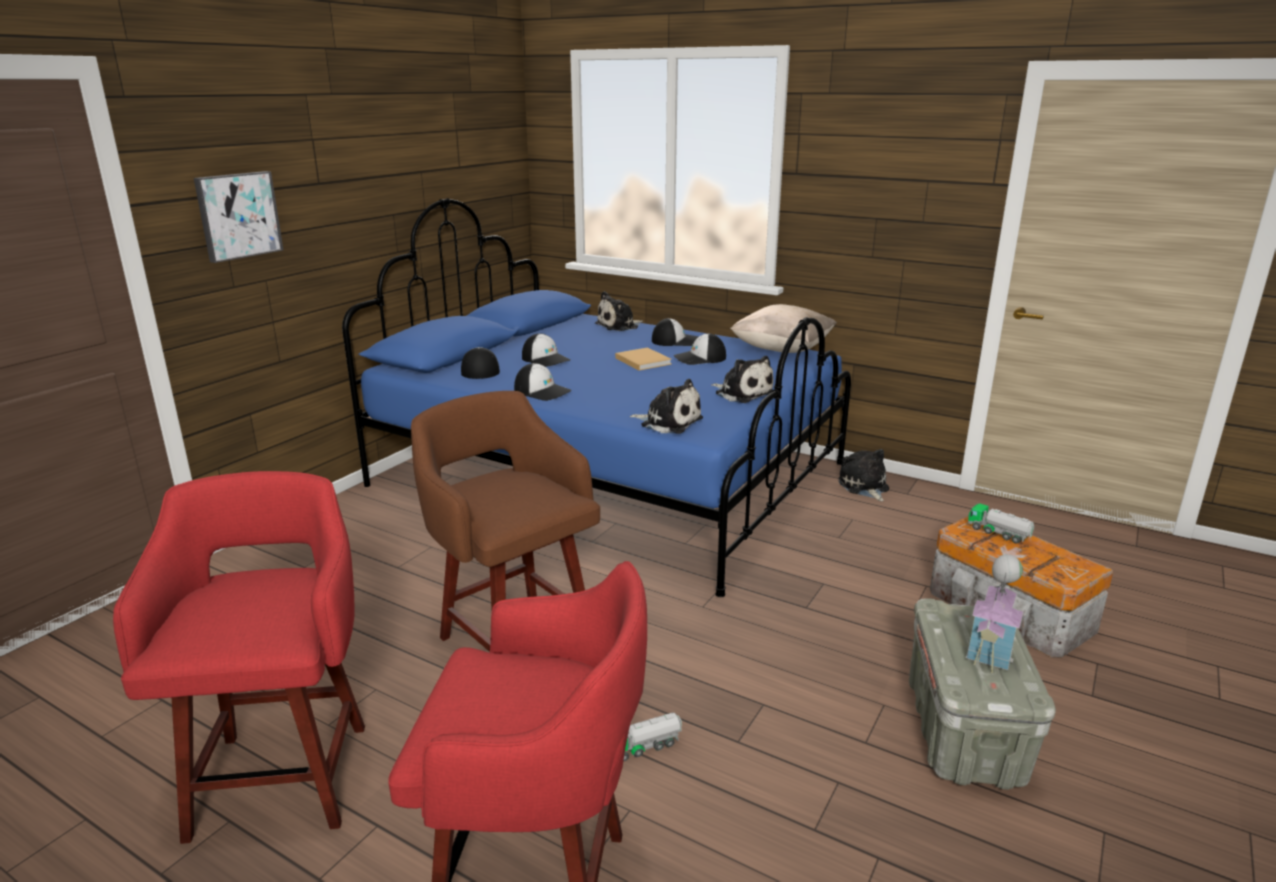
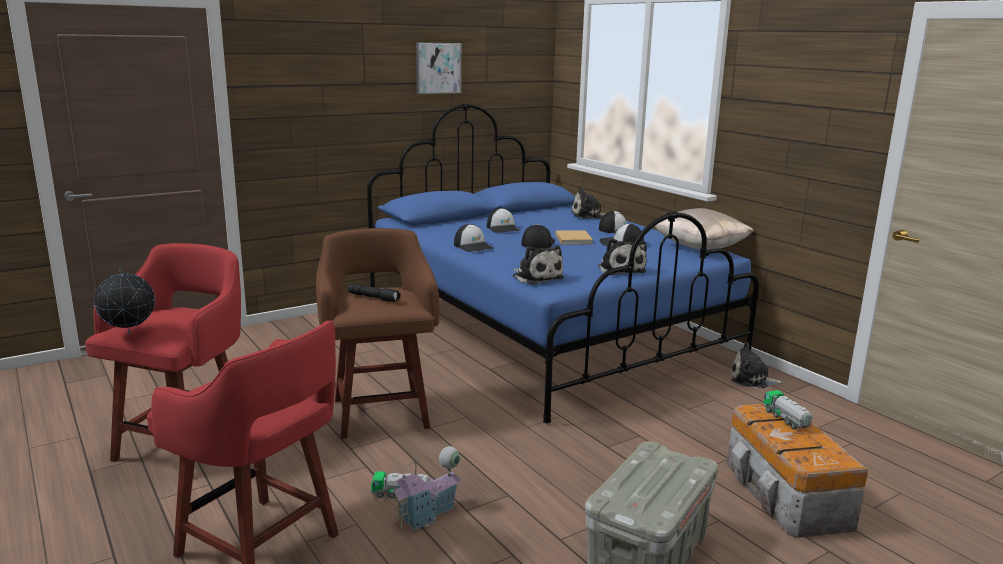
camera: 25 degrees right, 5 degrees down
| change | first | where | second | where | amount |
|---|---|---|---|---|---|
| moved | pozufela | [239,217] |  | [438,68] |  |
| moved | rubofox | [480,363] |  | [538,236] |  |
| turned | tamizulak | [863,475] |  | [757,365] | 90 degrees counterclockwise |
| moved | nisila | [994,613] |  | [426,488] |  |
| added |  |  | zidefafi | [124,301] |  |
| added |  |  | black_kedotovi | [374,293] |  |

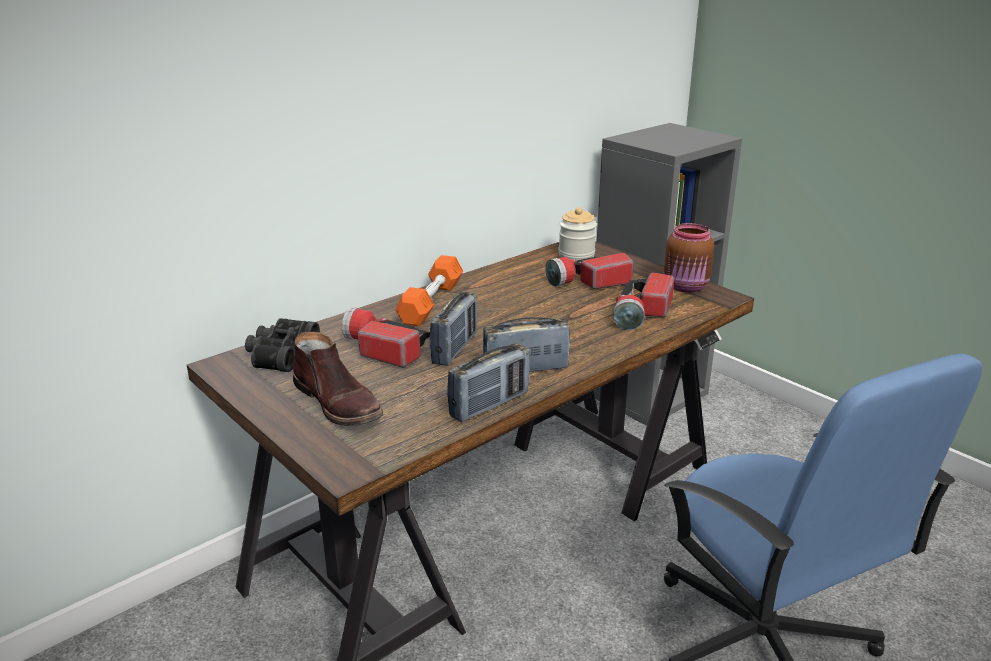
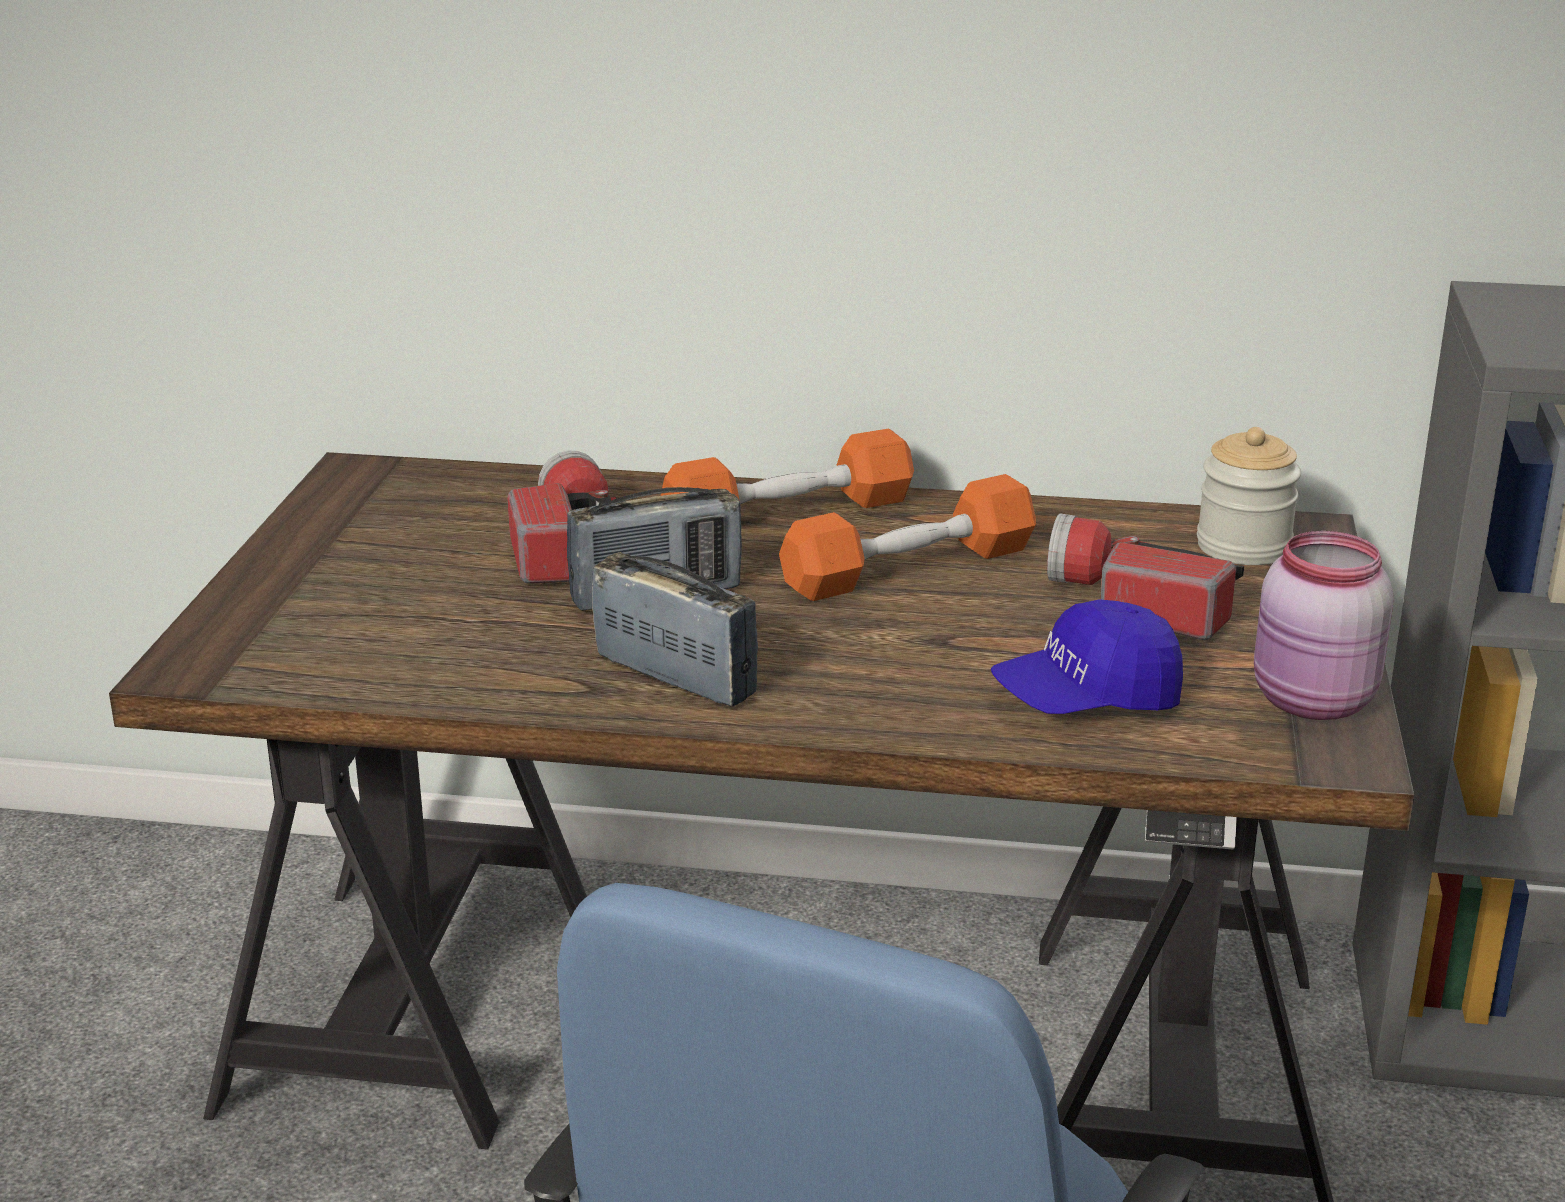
camera: 50 degrees right, 0 degrees up
| change | first | where | second | where | amount |
|---|---|---|---|---|---|
| removed | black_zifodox | [282,345] |  |  |  |
| removed | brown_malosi | [338,379] |  |  |  |
| removed | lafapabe | [488,382] |  |  |  |
| replaced | kedotovi | [643,301] | blue_rubofox | [1087,656] |  |
| recoloured | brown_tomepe | [689,258] | pink_tomepe | [1324,625] |  |
| added |  |  | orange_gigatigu | [907,537] |  |

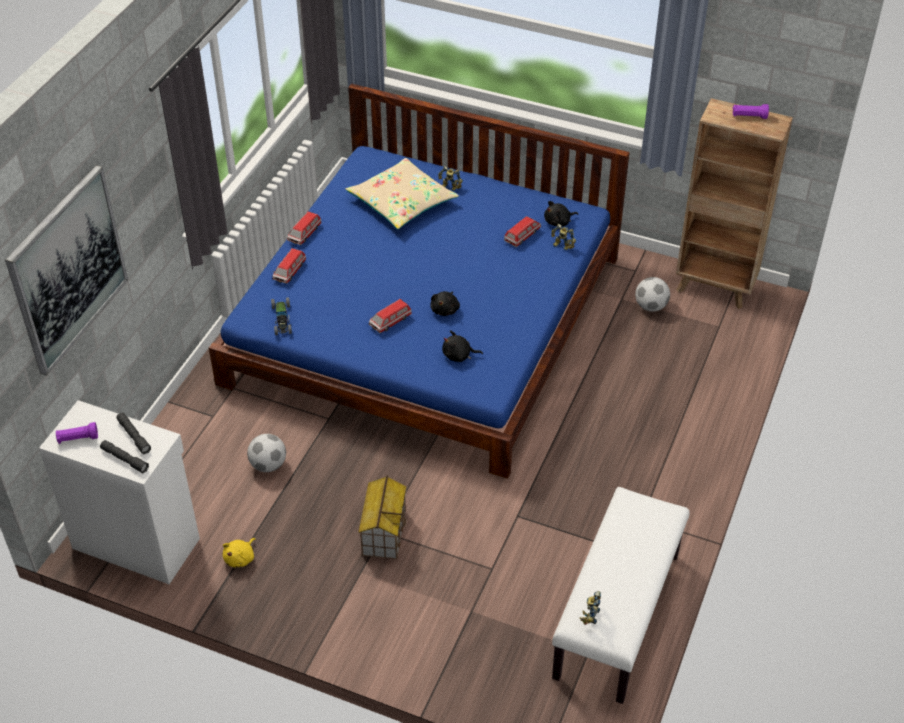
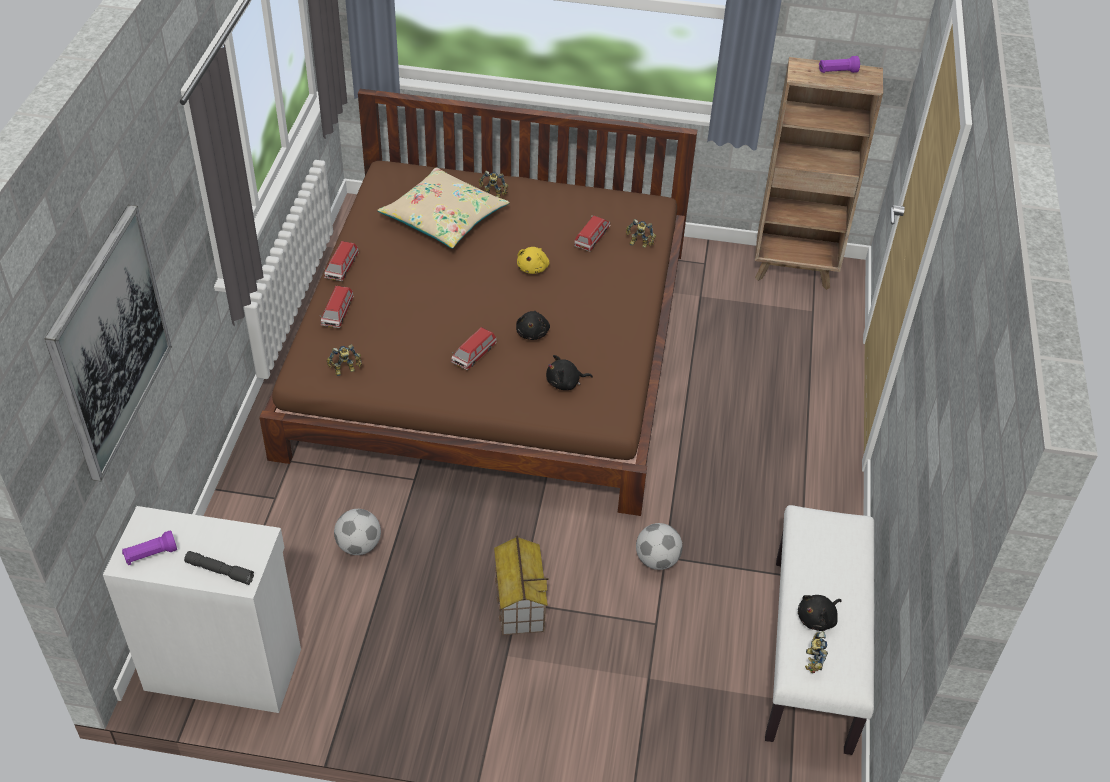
camera: 15 degrees left, 0 degrees up
| change | first | where | second | where | amount |
|---|---|---|---|---|---|
| removed | grey_kedotovi | [133,433] |  |  |  |
| recoloured | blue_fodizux | [419,281] | brown_fodizux | [478,302] |  |
| moved | yellow_tamizulak | [239,552] |  | [533,260] |  |
| replaced | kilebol | [281,316] | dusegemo | [344,360] |  |
| moved | black_tamizulak | [561,214] |  | [820,613] |  |
| moved | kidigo | [652,294] |  | [659,546] |  |

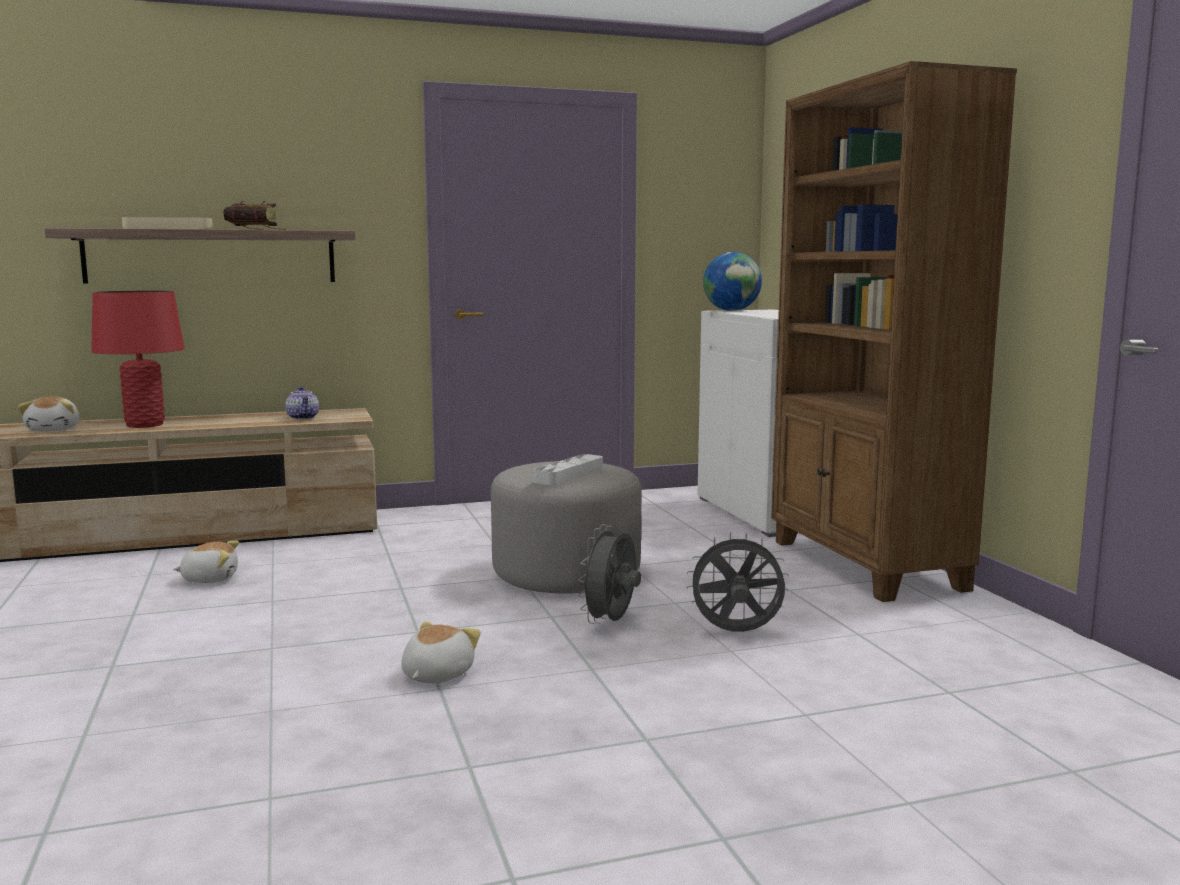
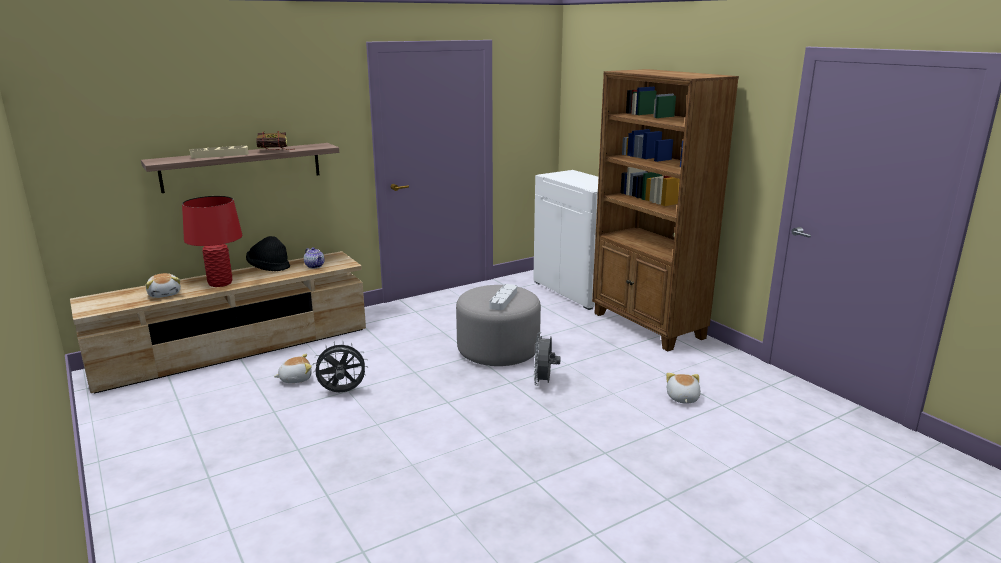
camera: 15 degrees left, 10 degrees up
| change | first | where | second | where | amount |
|---|---|---|---|---|---|
| moved | tamizulak | [441,652] |  | [683,388] |  |
| moved | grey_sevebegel | [737,582] |  | [340,366] |  |
| removed | zidefafi | [732,281] |  |  |  |
| added |  |  | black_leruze | [268,253] |  |

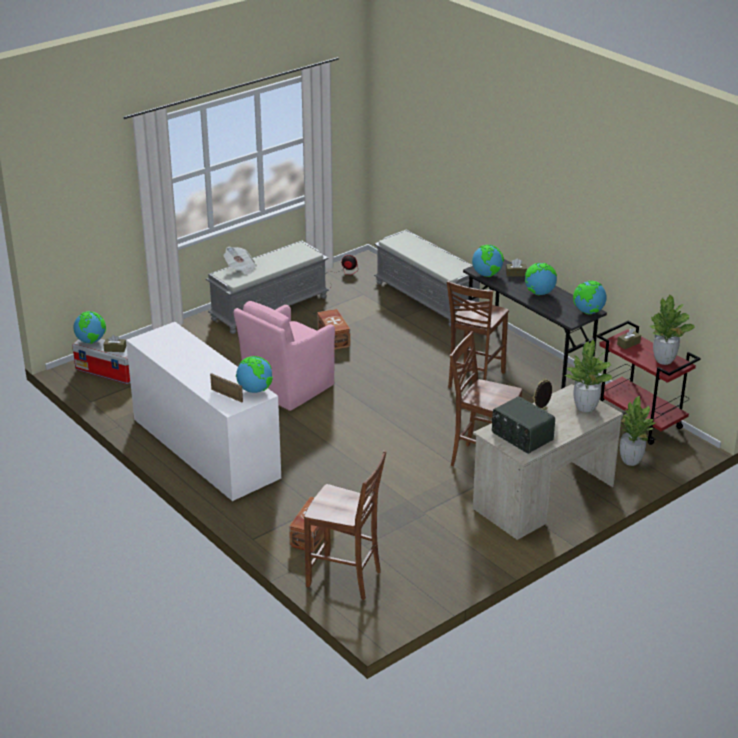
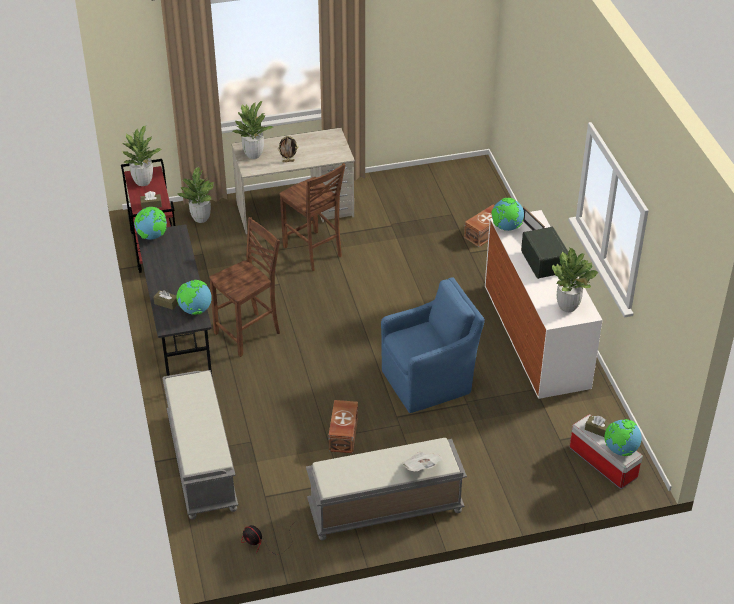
camera: 155 degrees left, 10 degrees up
| change | first | where | second | where | amount |
|---|---|---|---|---|---|
| recoloured | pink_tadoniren | [284,356] | blue_tadoniren | [433,345] |  |
| removed | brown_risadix | [345,525] |  |  |  |
| moved | lafapabe | [523,425] |  | [544,253] |  |
| removed | zidefafi | [541,279] |  |  |  |
| added |  |  | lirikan | [575,280] |  |

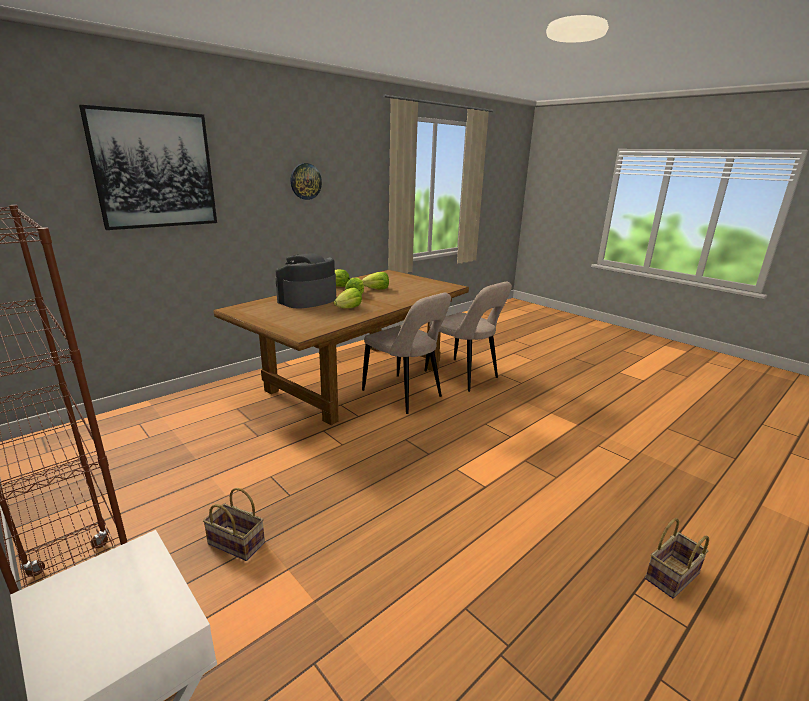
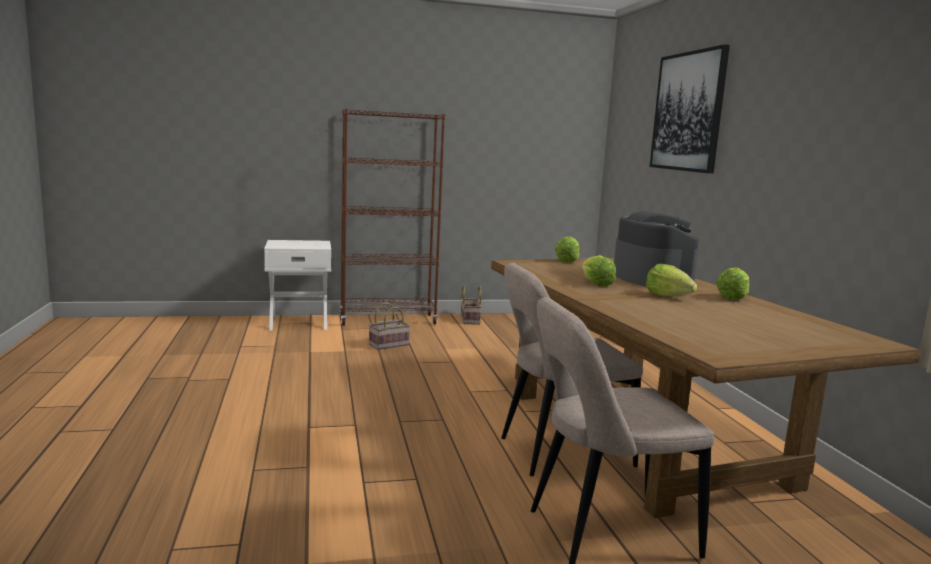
camera: 120 degrees right, 10 degrees down
| change | first | where | second | where | amount |
|---|---|---|---|---|---|
| removed | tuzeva | [306,181] |  |  |  |
| moved | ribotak | [375,280] |  | [567,249] |  |
| moved | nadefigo | [677,558] |  | [471,305] |  |

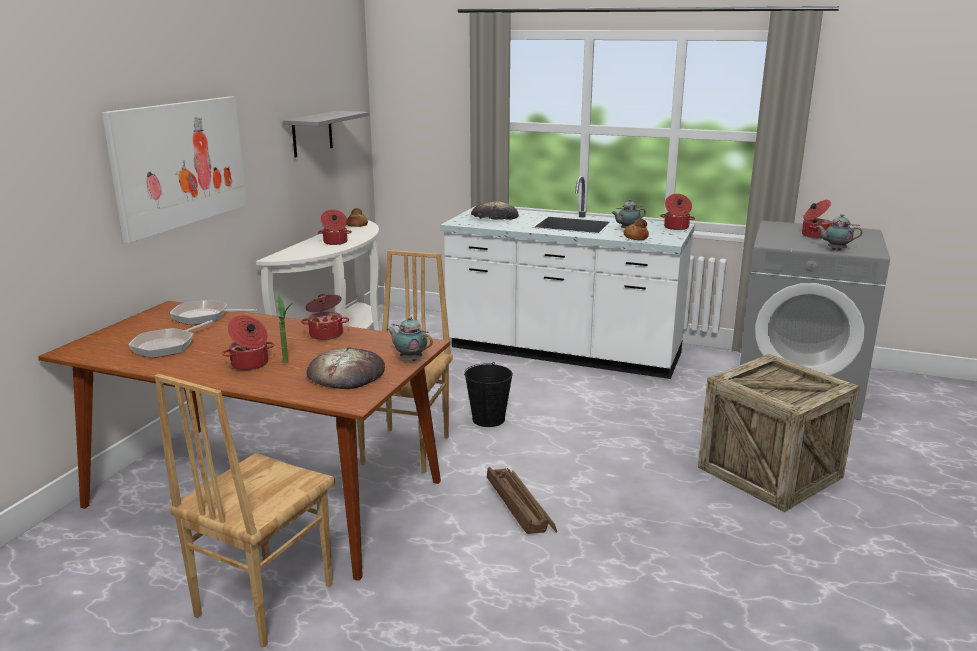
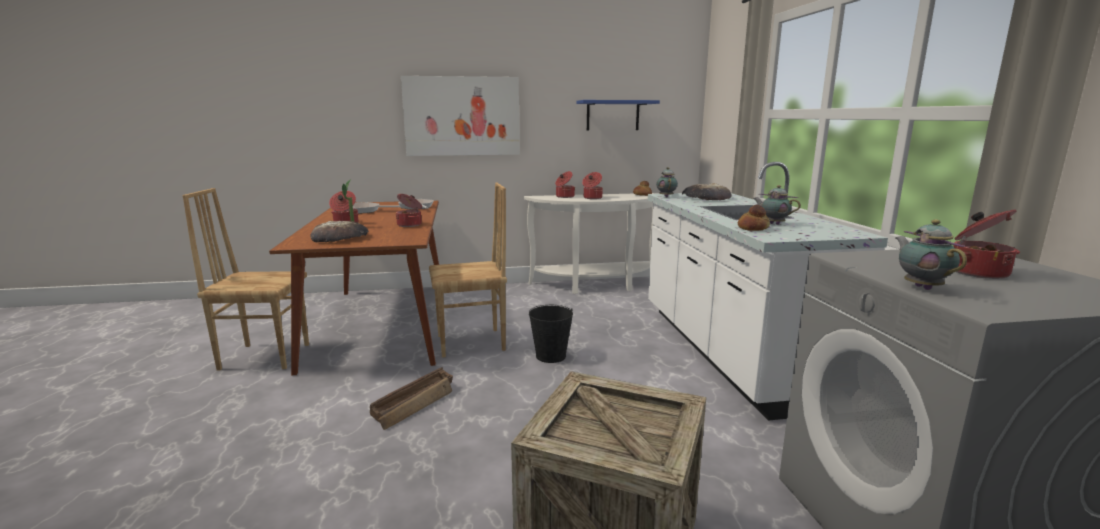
camera: 60 degrees right, 5 degrees down
| change | first | where | second | where | amount |
|---|---|---|---|---|---|
| recoloured | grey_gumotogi | [325,134] | blue_gumotogi | [618,115] |  |
| moved | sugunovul | [410,338] |  | [667,182] |  |
| moved | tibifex | [677,212] |  | [565,184] |  |

